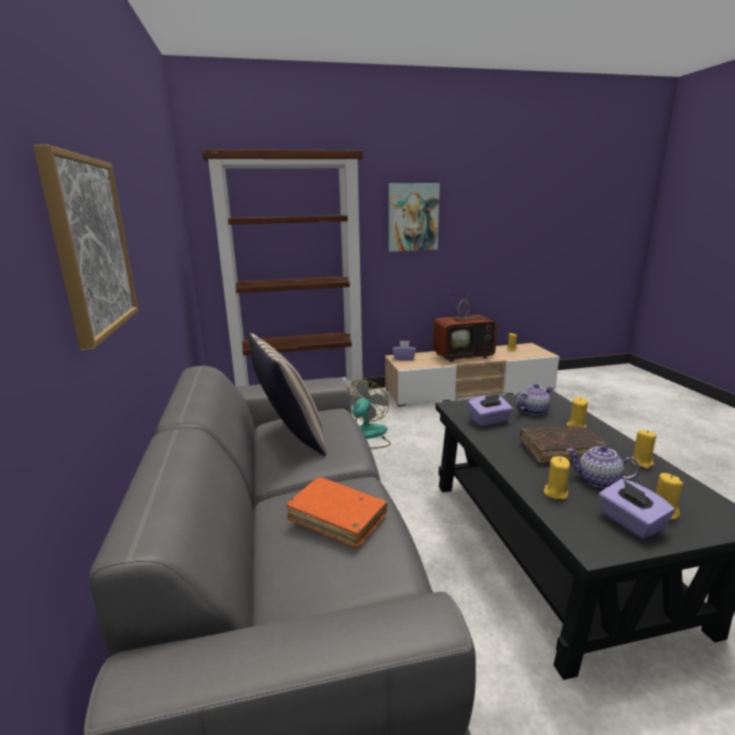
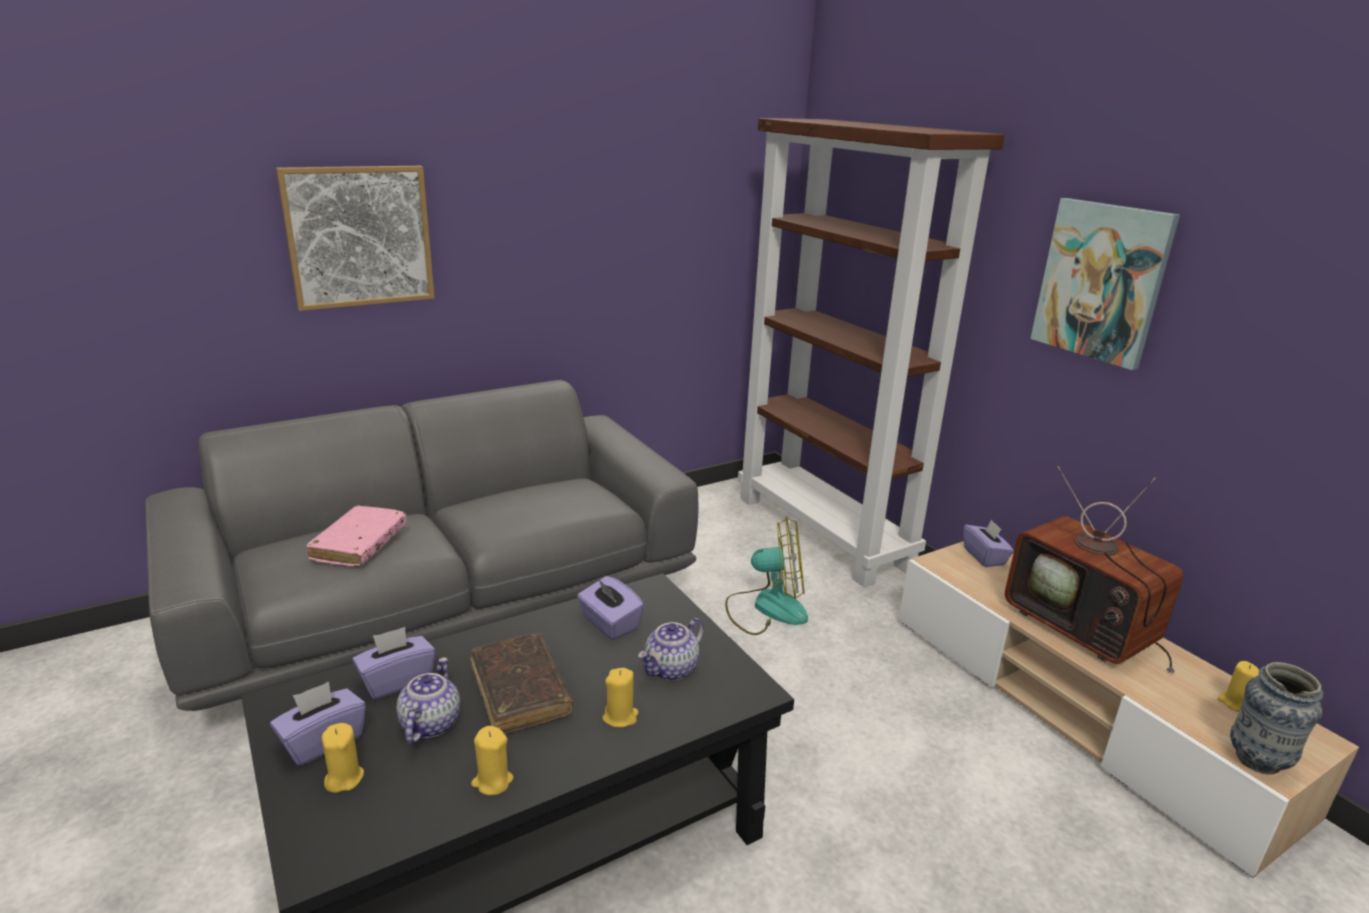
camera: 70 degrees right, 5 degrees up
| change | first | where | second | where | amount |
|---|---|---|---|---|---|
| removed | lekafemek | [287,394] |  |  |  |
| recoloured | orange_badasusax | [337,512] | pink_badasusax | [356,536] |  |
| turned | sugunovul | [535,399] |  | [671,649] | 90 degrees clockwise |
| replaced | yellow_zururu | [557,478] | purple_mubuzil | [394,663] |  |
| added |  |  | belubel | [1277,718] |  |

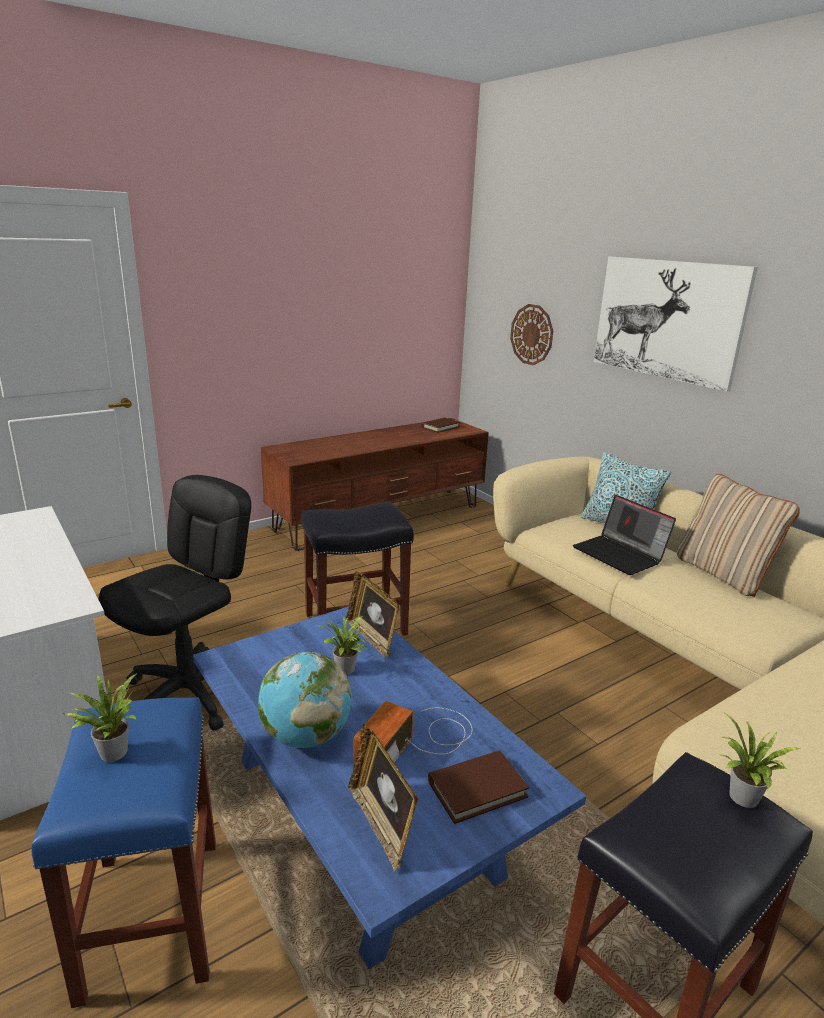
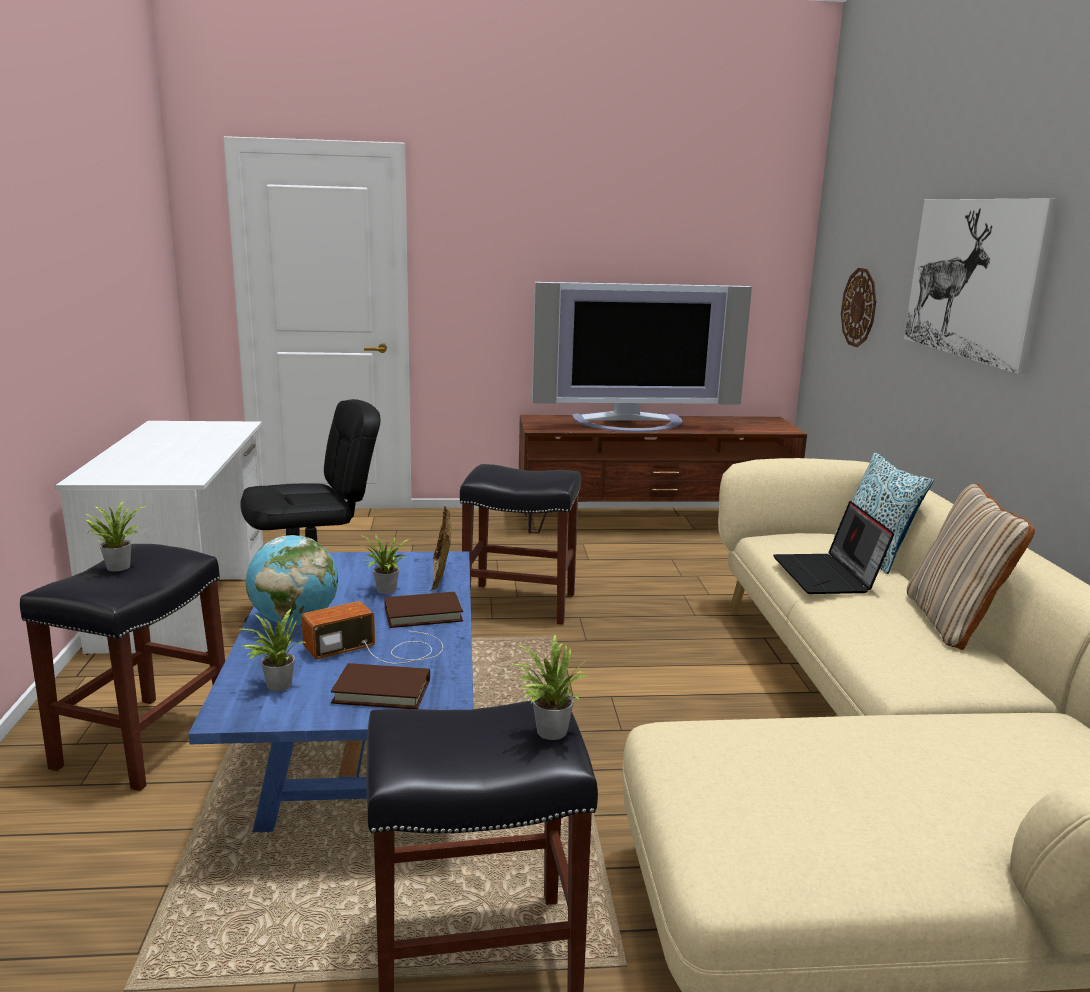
camera: 30 degrees right, 5 degrees down
| change | first | where | second | where | amount |
|---|---|---|---|---|---|
| recoloured | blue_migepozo | [123,852] | black_migepozo | [122,667] |  |
| replaced | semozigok | [383,798] | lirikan | [274,650] |  |
| moved | brown_badasusax | [440,425] |  | [423,610] |  |
| added |  |  | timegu | [642,357] |  |

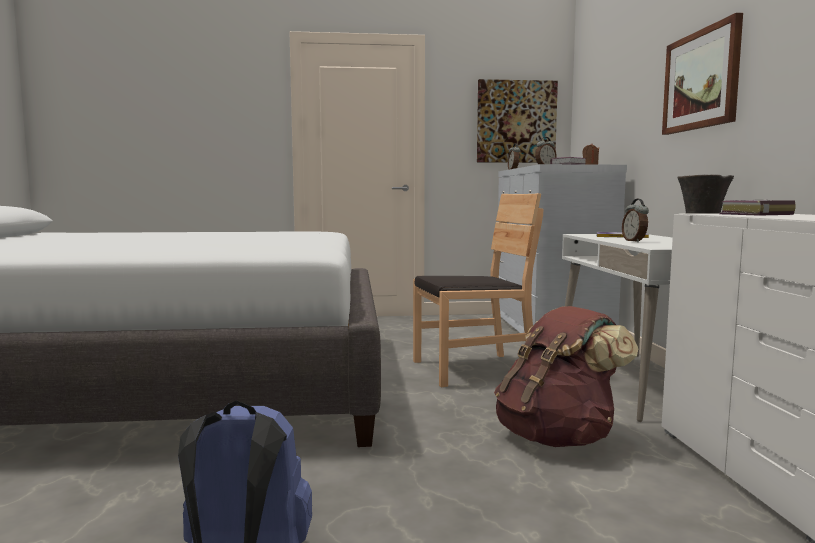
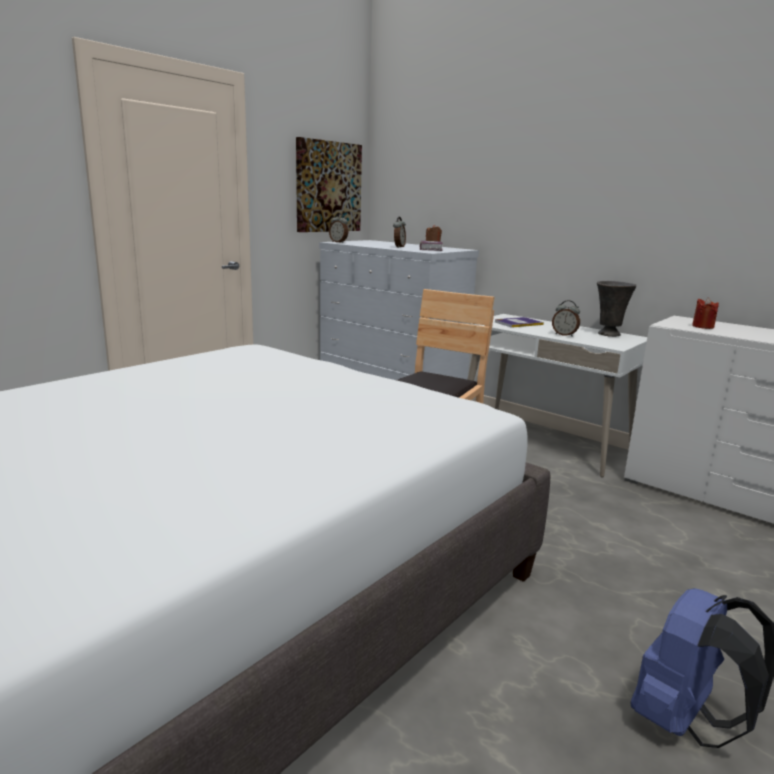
camera: 45 degrees left, 10 degrees up
| change | first | where | second | where | amount |
|---|---|---|---|---|---|
| removed | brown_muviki | [566,376] |  |  |  |
| removed | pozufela | [702,74] |  |  |  |
| replaced | badasusax | [757,208] | red_zururu | [705,313] |  |

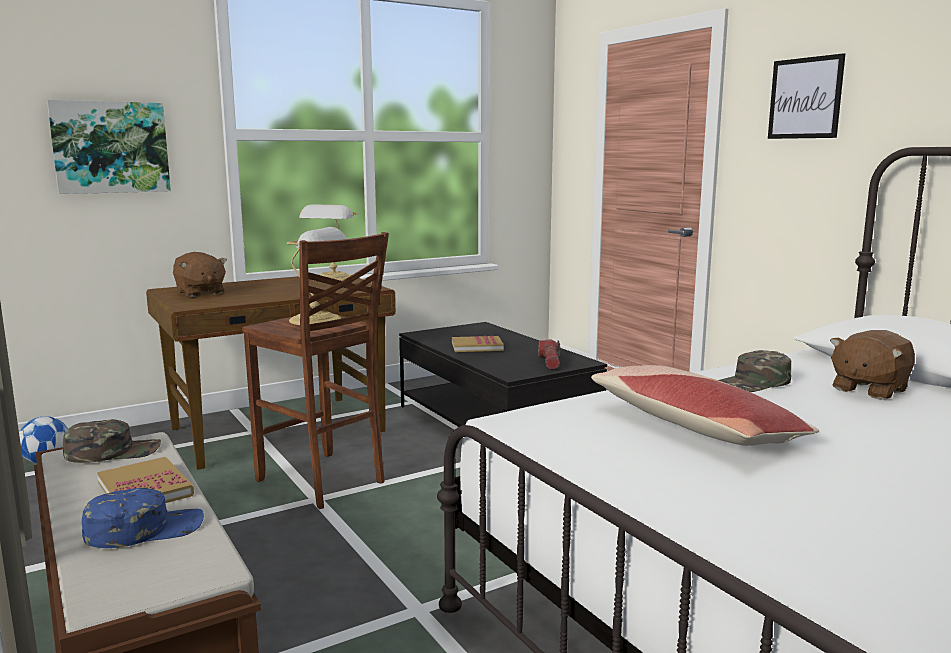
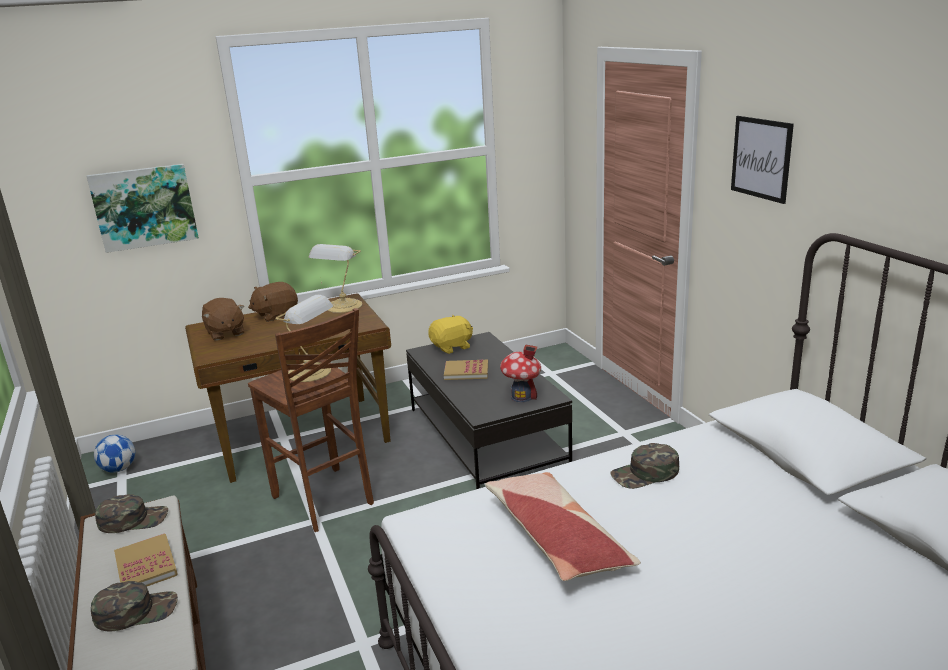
camera: 10 degrees right, 10 degrees up
| change | first | where | second | where | amount |
|---|---|---|---|---|---|
| recoloured | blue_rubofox | [143,518] | green_rubofox | [134,606] |  |
| replaced | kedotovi | [549,354] | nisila | [520,373] |  |
| moved | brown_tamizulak | [872,365] |  | [273,302] |  |
| added |  |  | yellow_tamizulak | [450,334] |  |

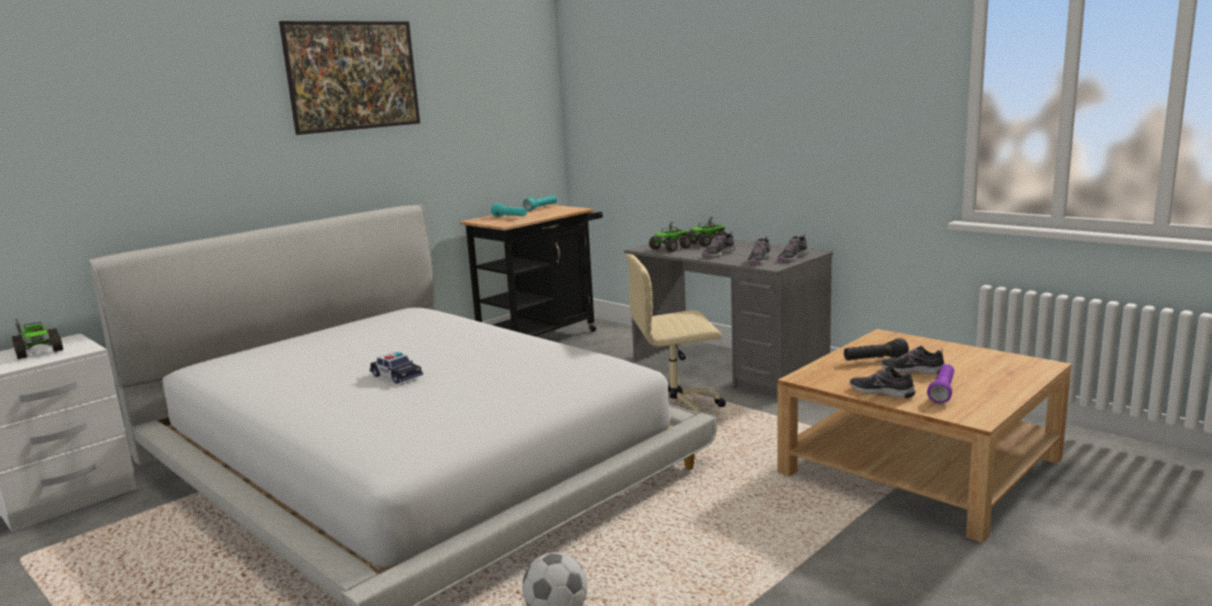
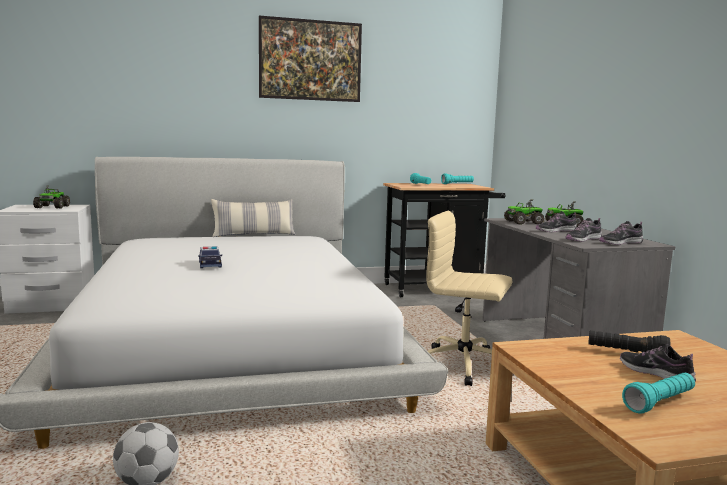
camera: 30 degrees right, 5 degrees down
| change | first | where | second | where | amount |
|---|---|---|---|---|---|
| removed | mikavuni | [882,382] |  |  |  |
| recoloured | purple_kedotovi | [940,383] | turquoise_kedotovi | [658,393] |  |
| added |  |  | lekafemek | [253,218] |  |

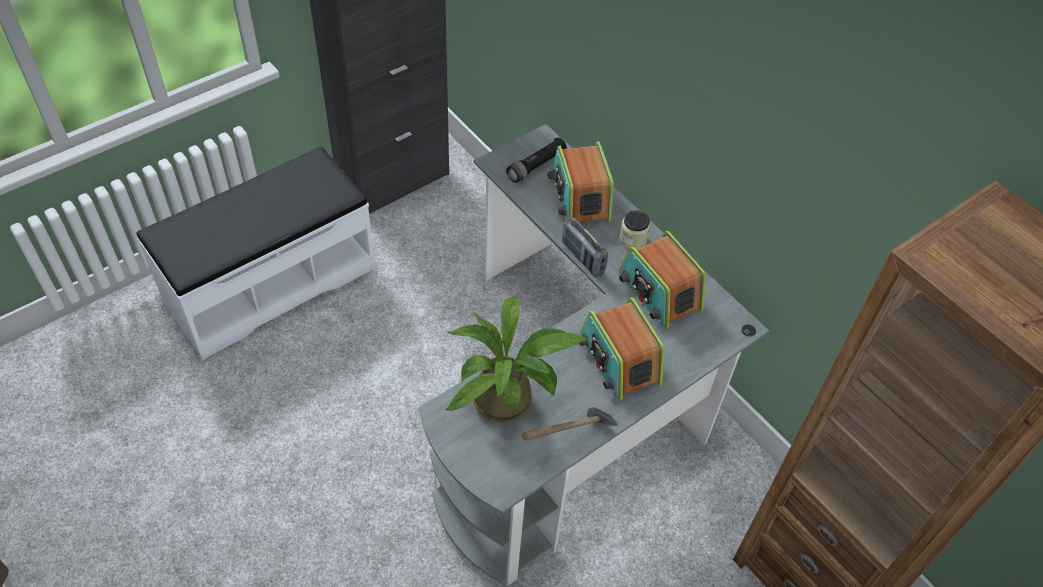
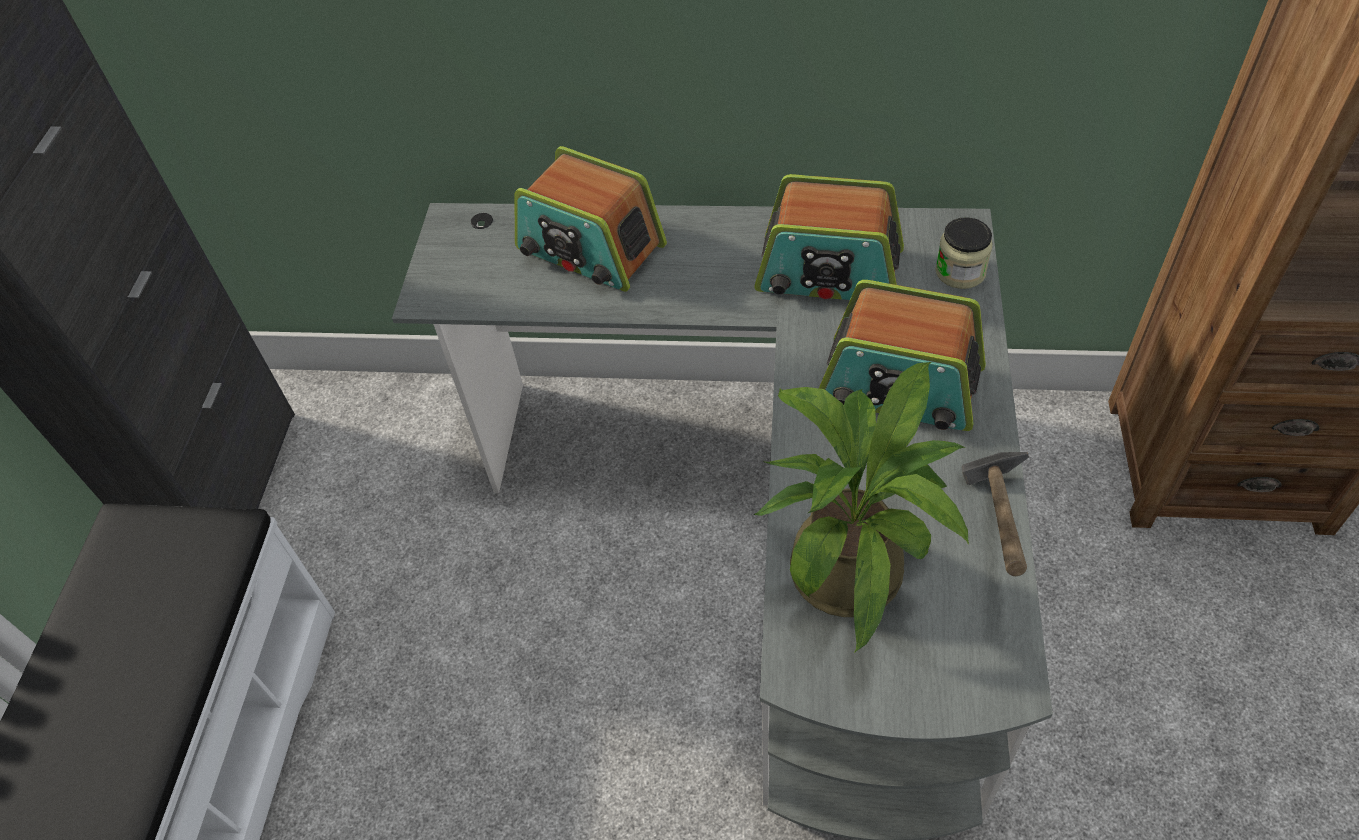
camera: 40 degrees left, 0 degrees up
| change | first | where | second | where | amount |
|---|---|---|---|---|---|
| removed | black_kedotovi | [536,160] |  |  |  |
| removed | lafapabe | [585,247] |  |  |  |
| moved | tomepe | [634,229] |  | [964,253] |  |

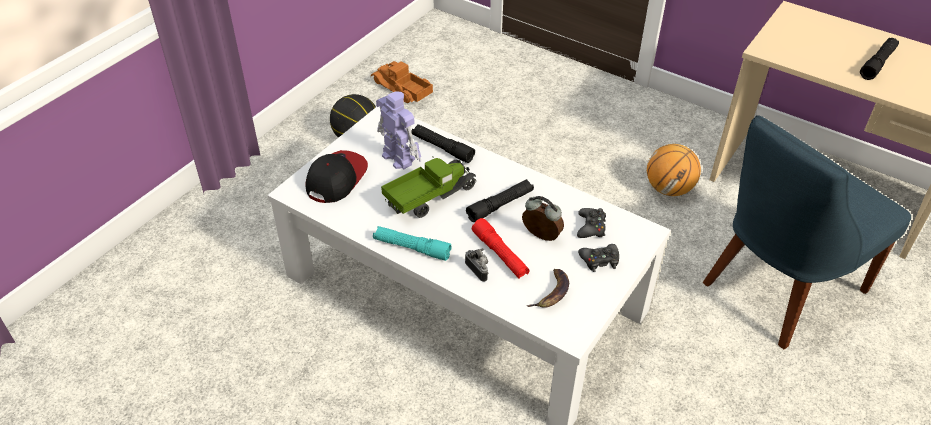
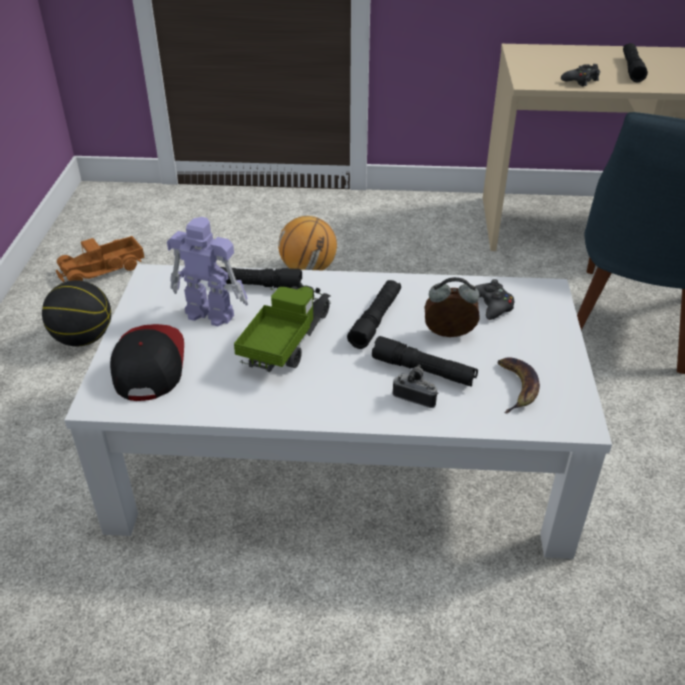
camera: 30 degrees left, 5 degrees down
| change | first | where | second | where | amount |
|---|---|---|---|---|---|
| turned | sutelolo | [402,82] |  | [100,259] | 45 degrees counterclockwise |
| removed | turquoise_kedotovi | [412,243] |  |  |  |
| recoloured | red_kedotovi | [501,248] | black_kedotovi | [425,361] |  |
| moved | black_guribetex | [598,258] |  | [580,75] |  |
| moved | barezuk | [674,170] |  | [307,243] |  |

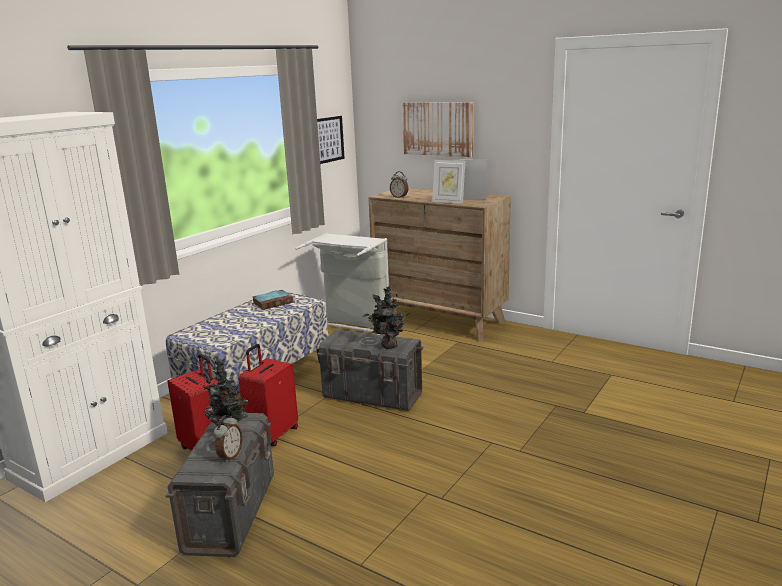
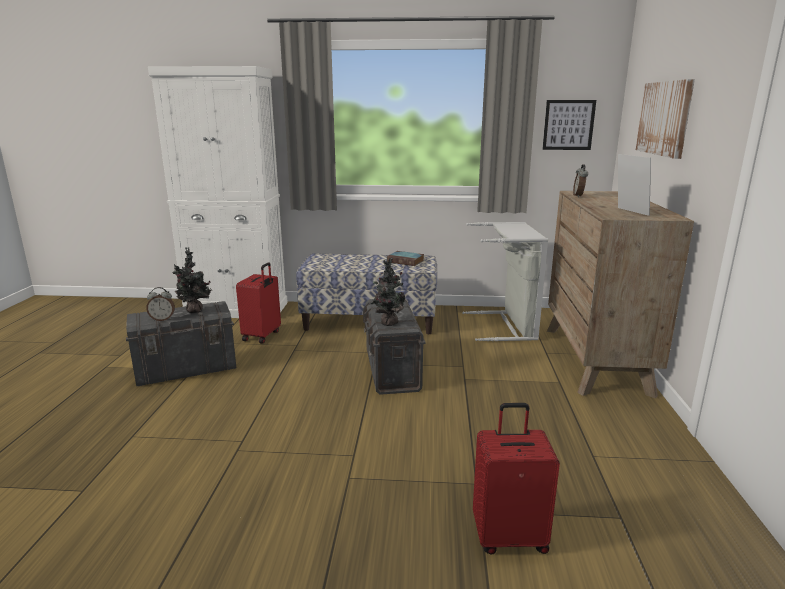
camera: 60 degrees right, 0 degrees up
| change | first | where | second | where | amount |
|---|---|---|---|---|---|
| moved | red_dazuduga | [268,395] |  | [516,479] |  |
| removed | semozigok | [448,182] |  |  |  |

